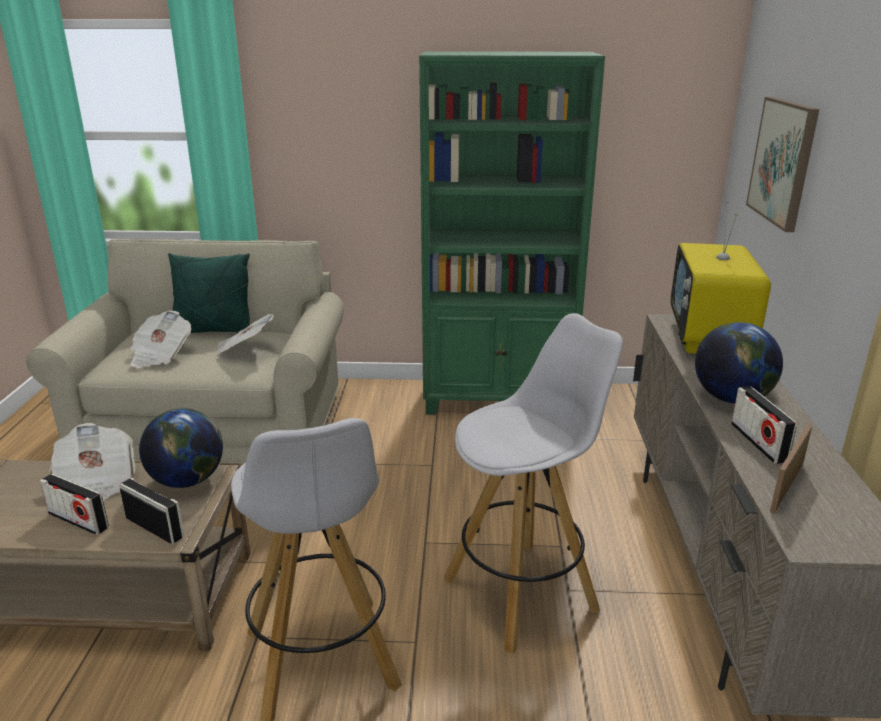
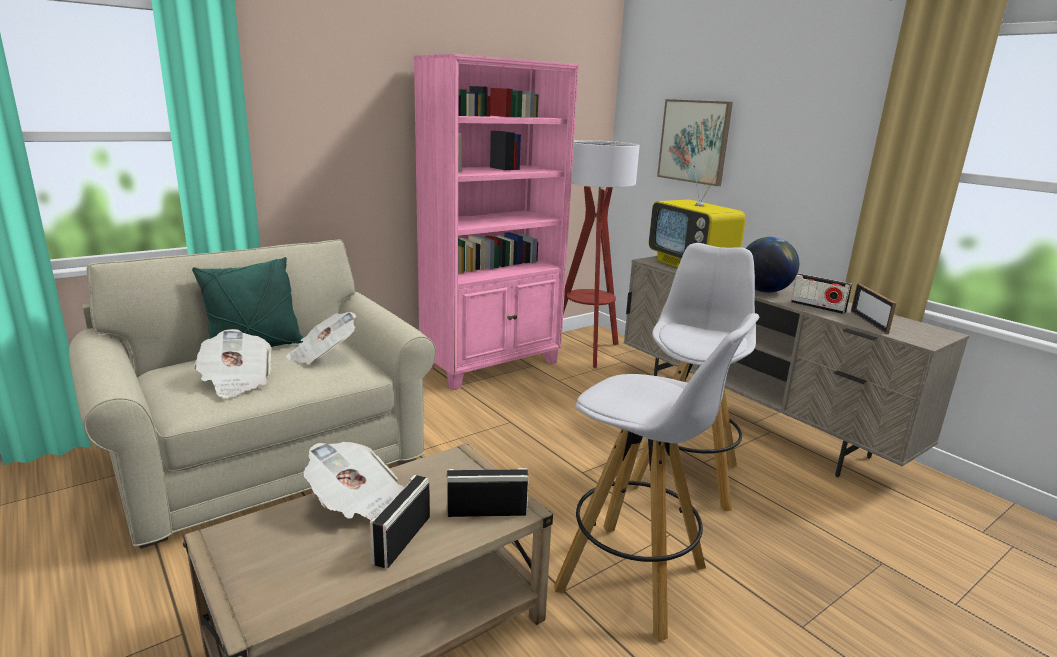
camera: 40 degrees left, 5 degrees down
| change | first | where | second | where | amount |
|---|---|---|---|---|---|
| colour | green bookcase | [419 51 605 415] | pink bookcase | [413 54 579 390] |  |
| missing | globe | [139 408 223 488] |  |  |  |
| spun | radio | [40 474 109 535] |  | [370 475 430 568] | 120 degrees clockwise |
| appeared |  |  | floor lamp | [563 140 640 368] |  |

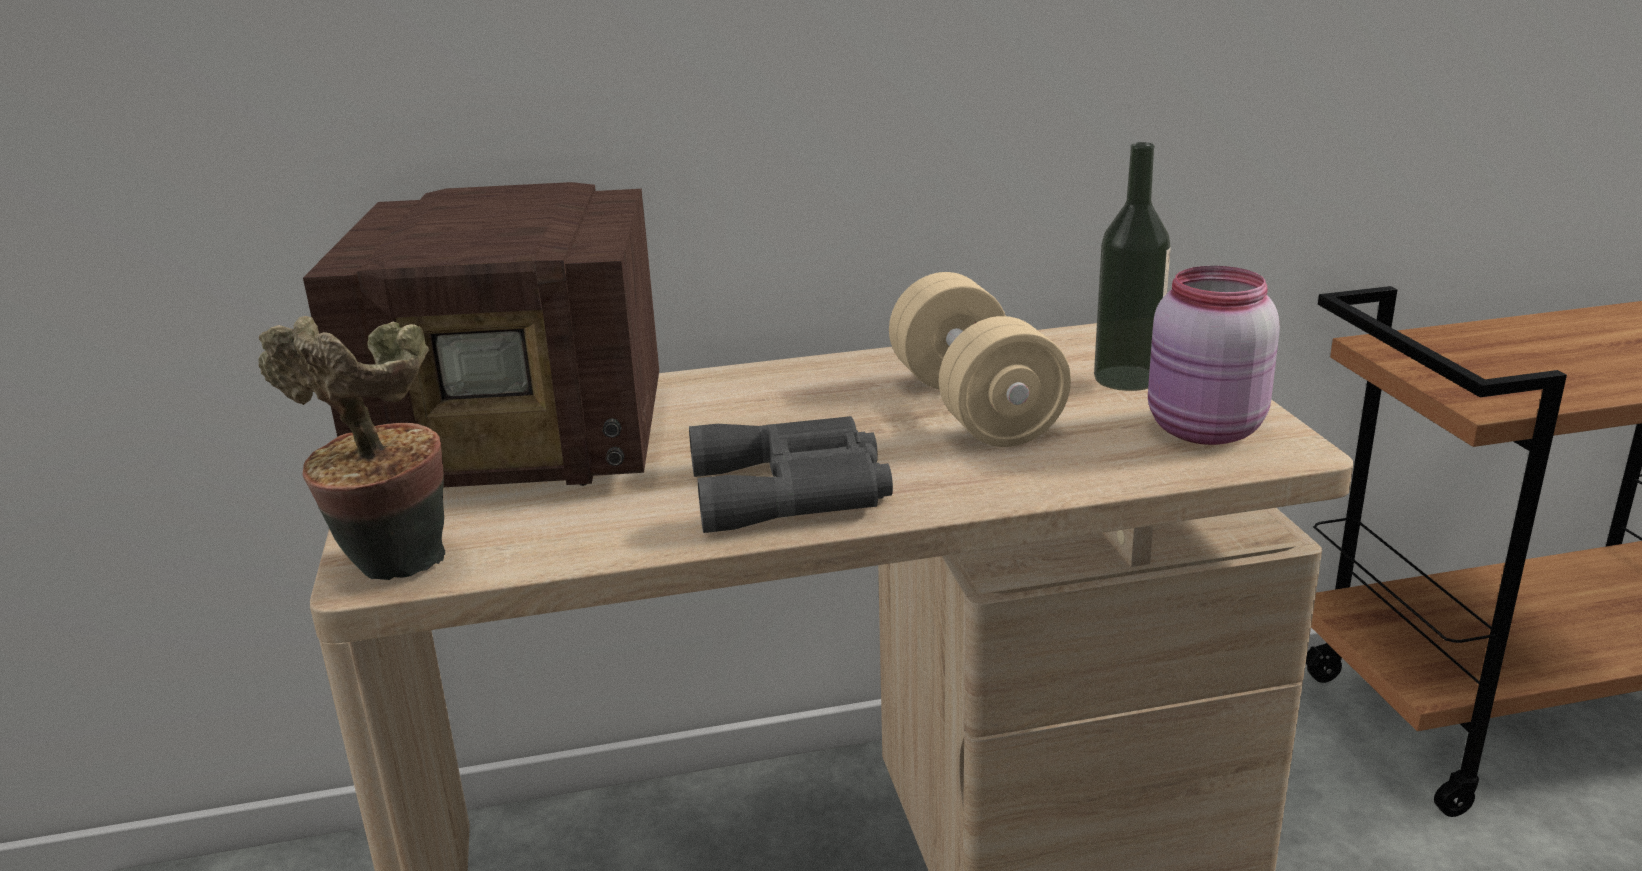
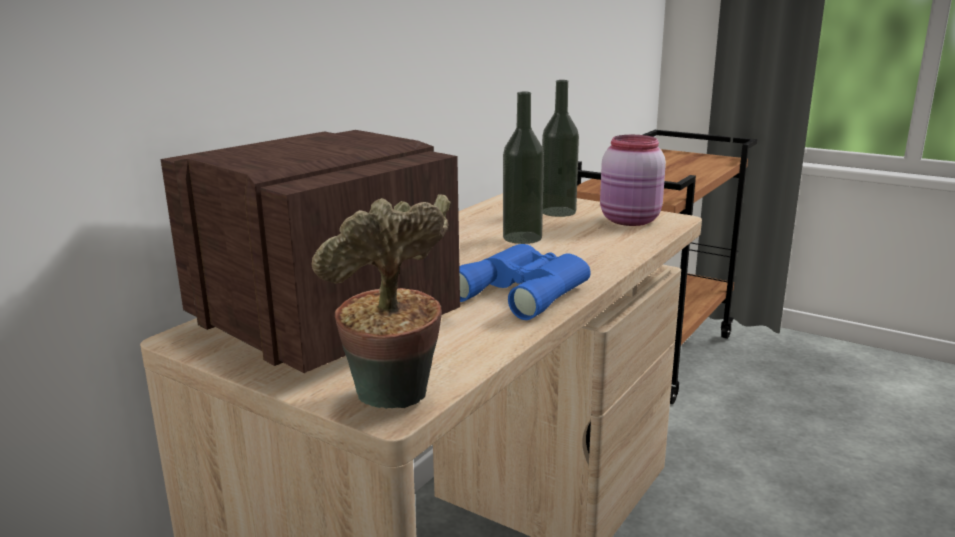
camera: 45 degrees left, 5 degrees down
| change | first | where | second | where | amount |
|---|---|---|---|---|---|
| spun | radio | [303 182 659 487] |  | [161 130 460 373] | 90 degrees counterclockwise |
| exchanged | beige dumbbell | [889 272 1071 447] | bottle | [503 92 544 244] |  |
| colour | grey binoculars | [689 416 893 533] | blue binoculars | [459 244 591 320] |  |

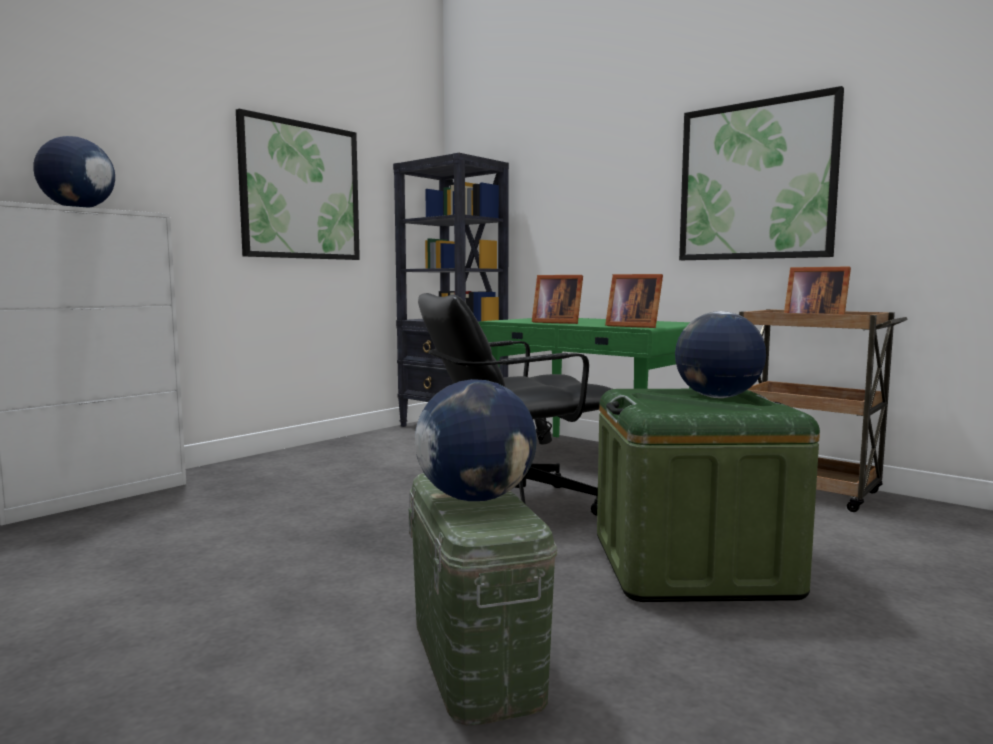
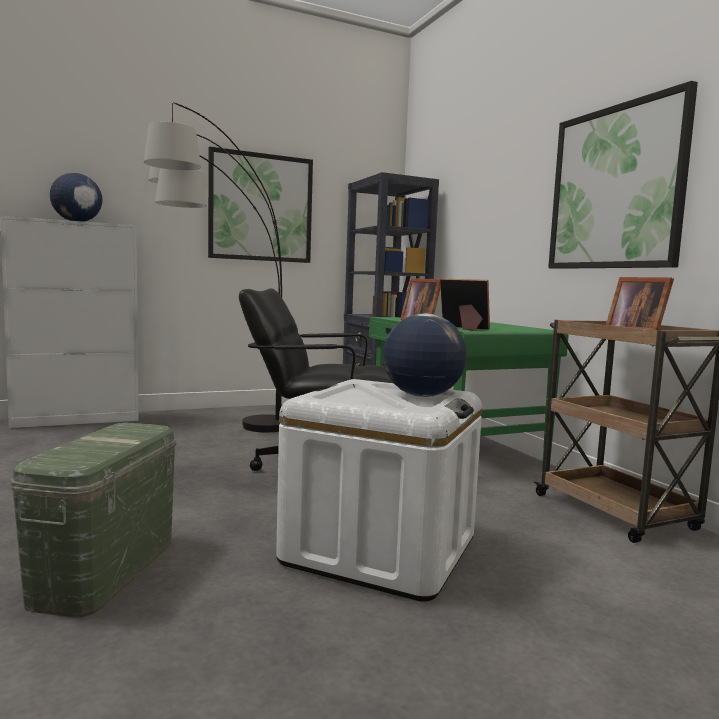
camera: 25 degrees right, 0 degrees up
| change | first | where | second | where | amount |
|---|---|---|---|---|---|
| spun | picture frame | [605 274 663 328] |  | [440 278 490 331] | 150 degrees clockwise |
| missing | globe | [415 379 537 501] |  |  |  |
| colour | green storage box | [597 389 820 602] | white storage box | [276 379 482 602] |  |
| appeared |  |  | floor lamp | [144 102 282 432] |  |

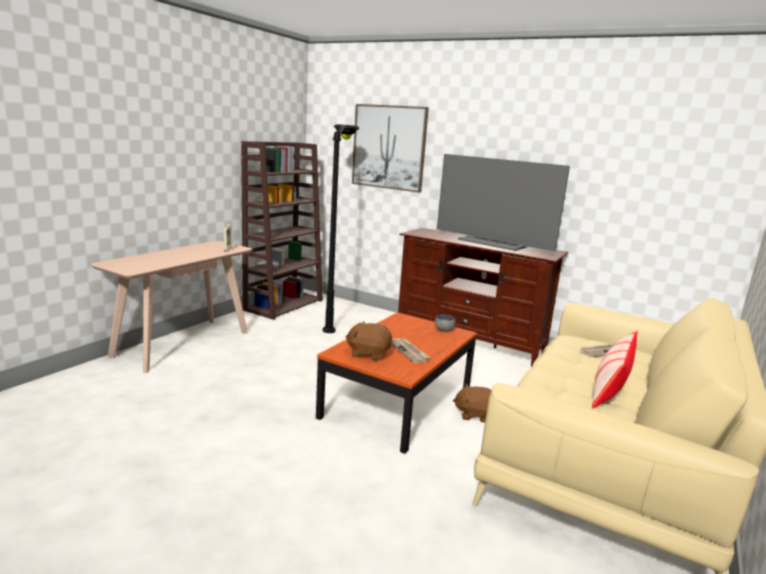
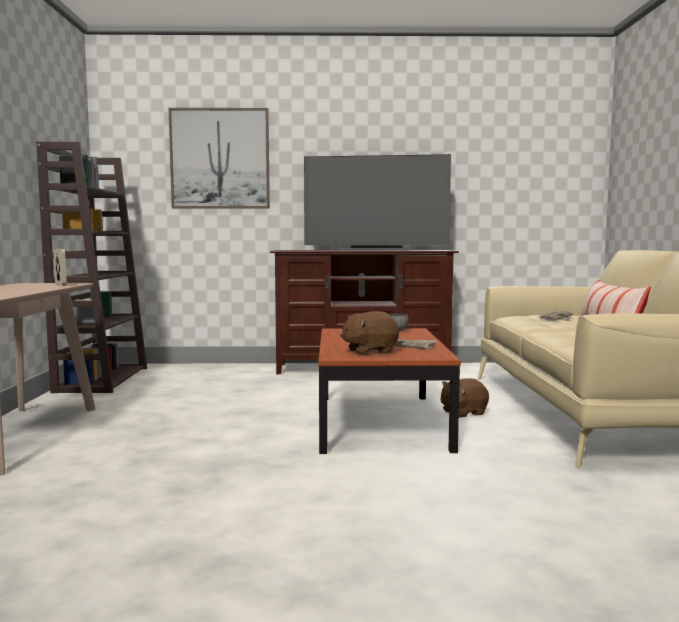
camera: 30 degrees left, 10 degrees down
| change | first | where | second | where | amount |
|---|---|---|---|---|---|
| missing | black floor lamp | [323 124 360 333] |  |  |  |

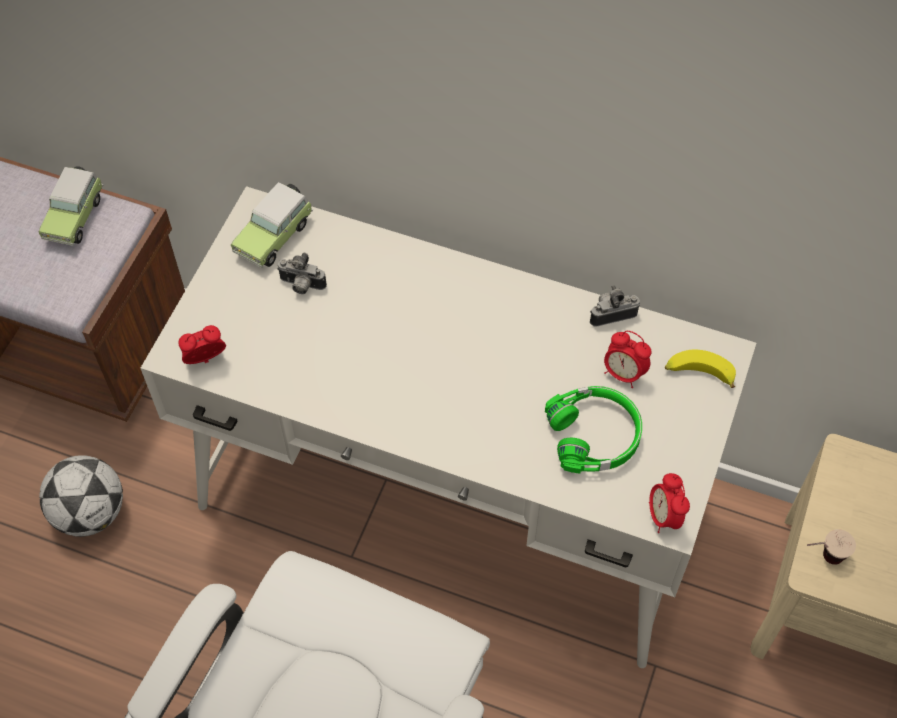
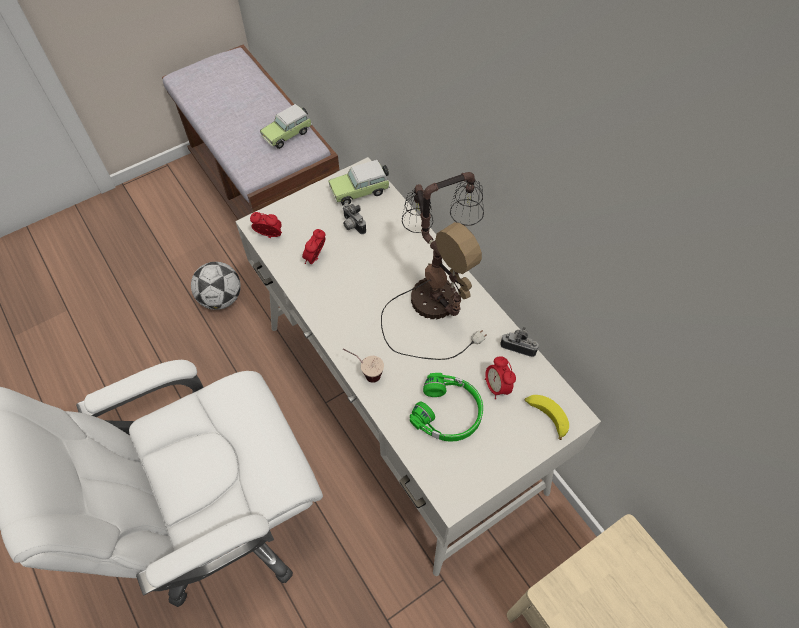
camera: 35 degrees right, 0 degrees up
| change | first | where | second | where | amount |
|---|---|---|---|---|---|
| relocated | alarm clock | [649 473 690 533] |  | [302 229 326 264] |  |
| relocated | cup | [807 529 856 565] |  | [343 349 384 383] |  |
| appeared |  |  | table lamp | [381 172 487 360] |  |

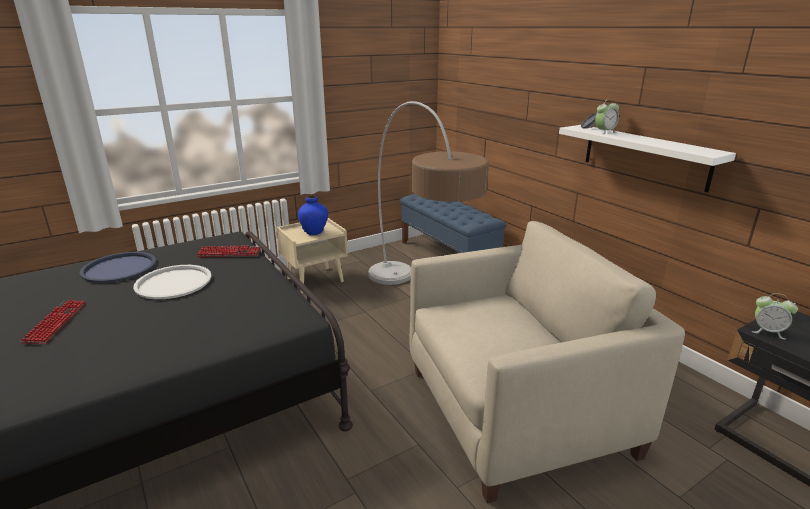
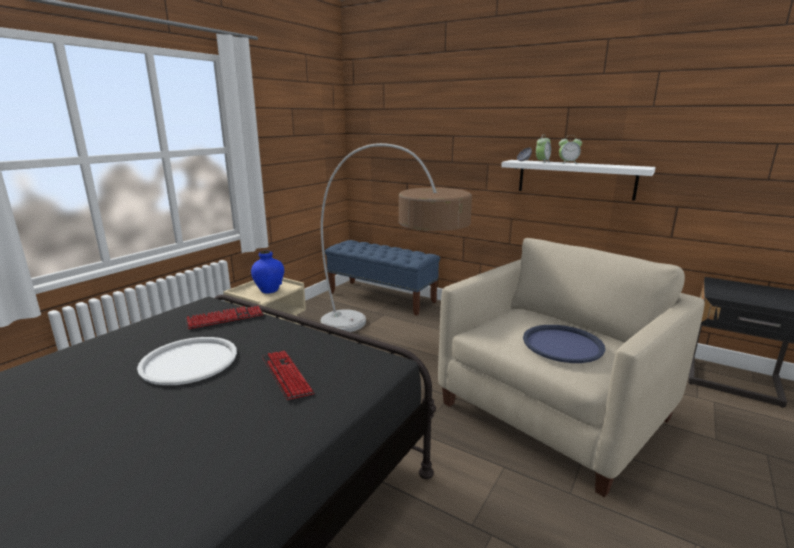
camera: 25 degrees left, 5 degrees down
| change | first | where | second | where | amount |
|---|---|---|---|---|---|
| relocated | blue tray | [80 252 156 283] |  | [523 325 605 363] |  |
| relocated | alarm clock | [752 293 798 340] |  | [559 137 582 164] |  |
| relocated | keyboard | [20 300 87 344] |  | [262 351 314 400] |  |

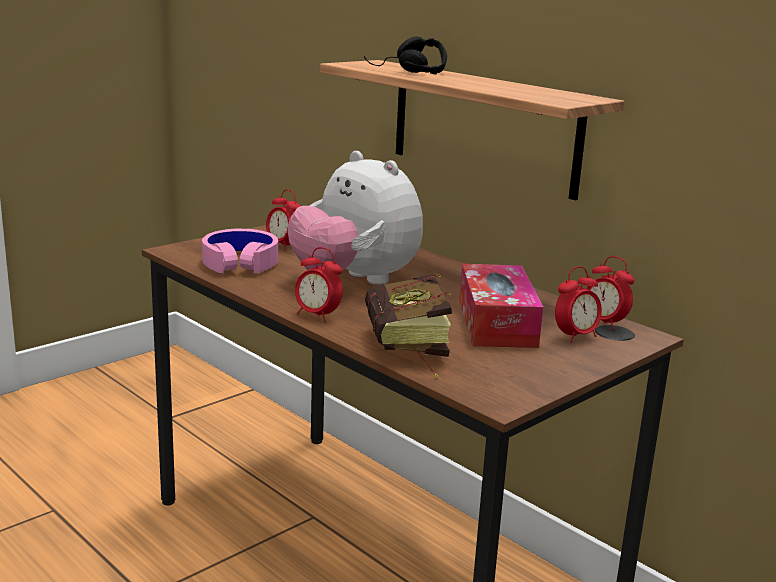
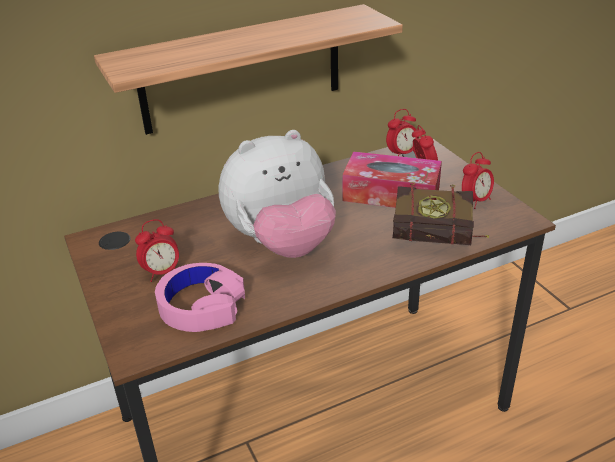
camera: 70 degrees left, 15 degrees up
| change | first | where | second | where | amount |
|---|---|---|---|---|---|
| missing | black headphones | [364 36 447 75] |  |  |  |
| relocated | alarm clock | [295 247 343 322] |  | [462 152 494 209] |  |

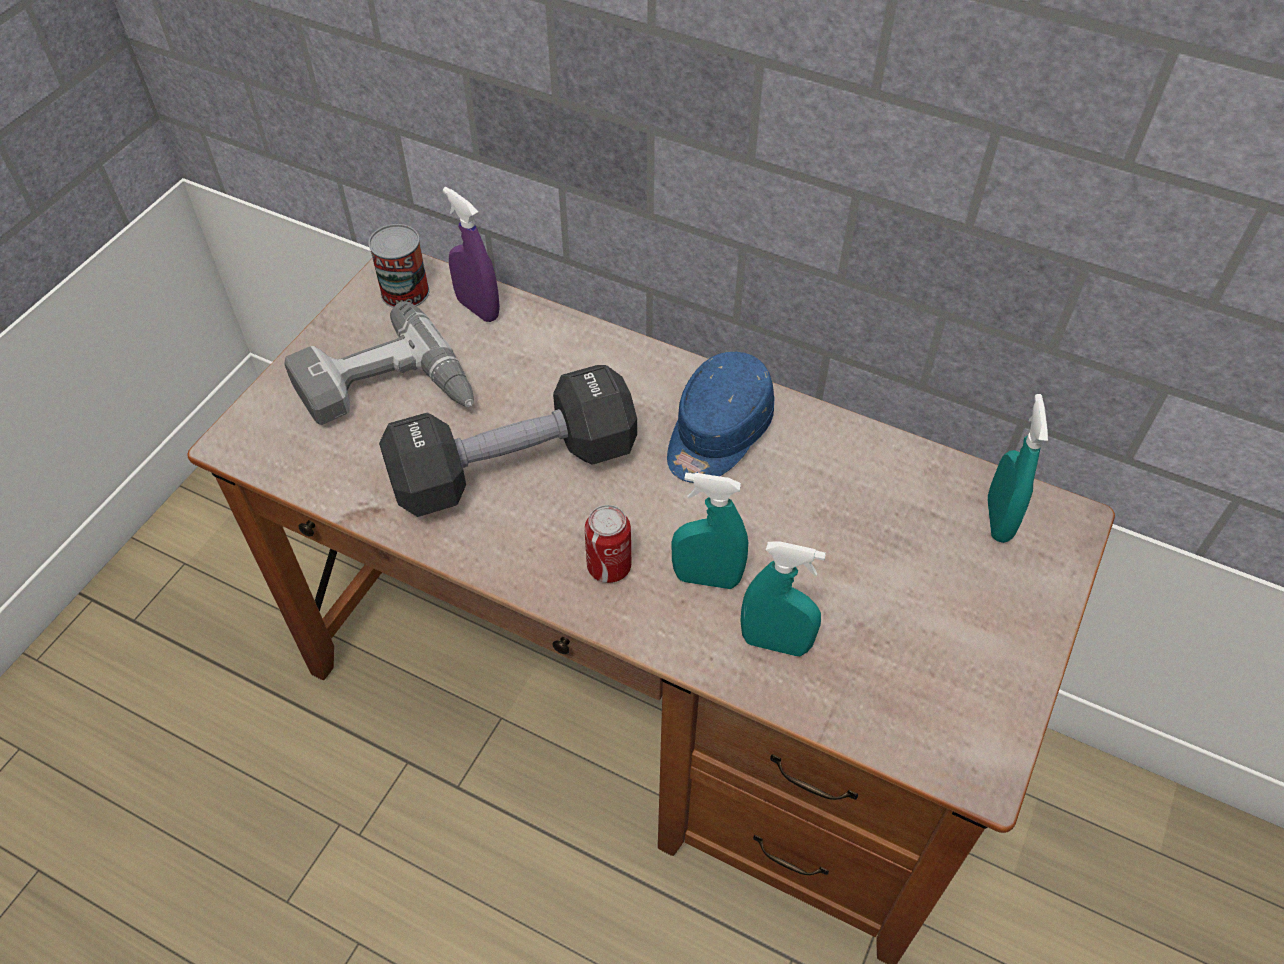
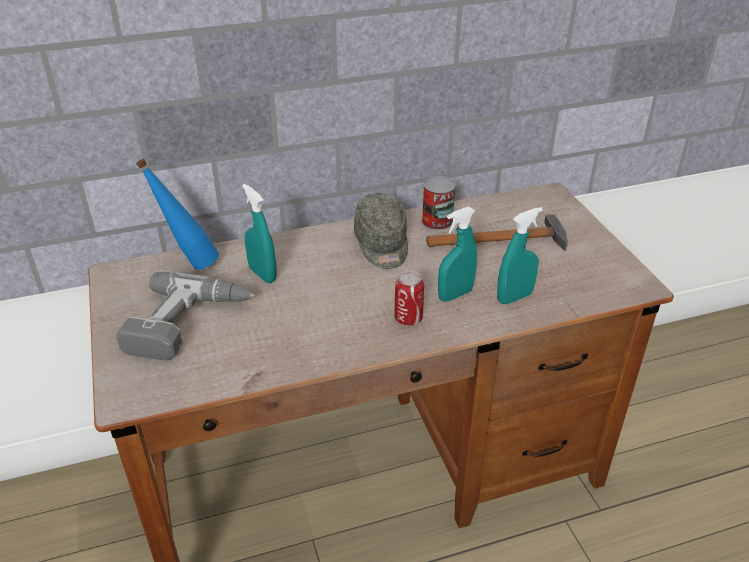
camera: 45 degrees left, 15 degrees down
| change | first | where | second | where | amount |
|---|---|---|---|---|---|
| exchanged | purple spray bottle | [443 187 500 322] | blue bottle | [136 159 219 270] |  |
| relocated | can | [368 224 430 308] |  | [422 176 456 230] |  |
| colour | blue cap | [667 352 774 483] | grey cap | [354 193 408 269] |  |
| missing | black dumbbell | [379 365 637 517] |  |  |  |
| relocated | turquoise spray bottle | [988 394 1048 543] |  | [242 184 277 283] |  |
| appeared |  |  | hammer | [426 214 568 251] |  |

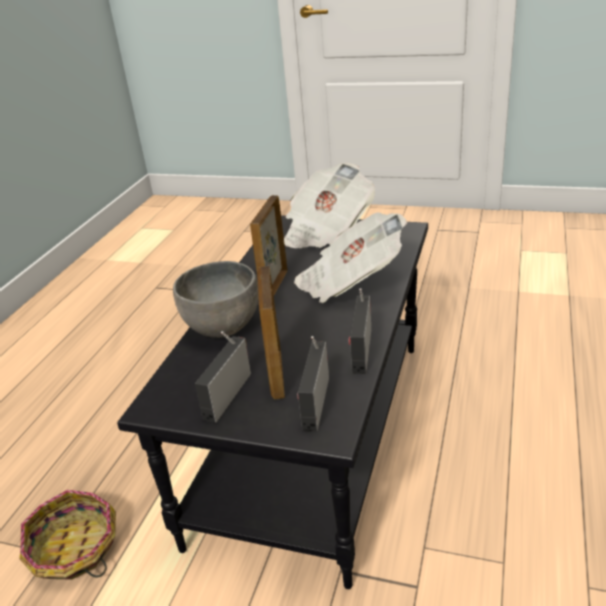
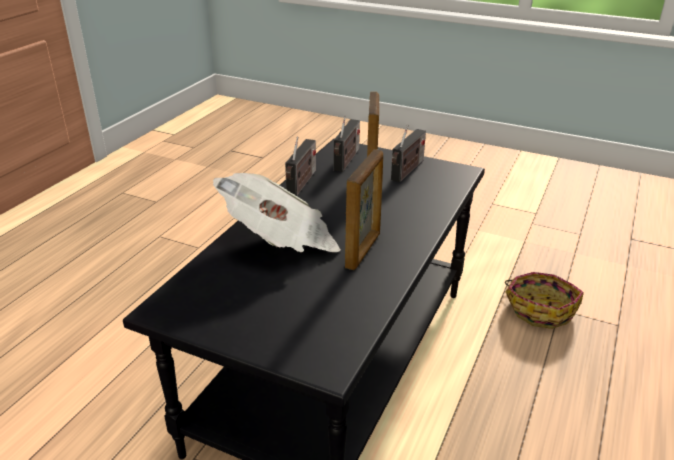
camera: 175 degrees left, 0 degrees up
| change | first | where | second | where | amount |
|---|---|---|---|---|---|
| missing | newspaper | [284 163 375 248] |  |  |  |
| missing | grey bowl | [173 261 258 338] |  |  |  |

